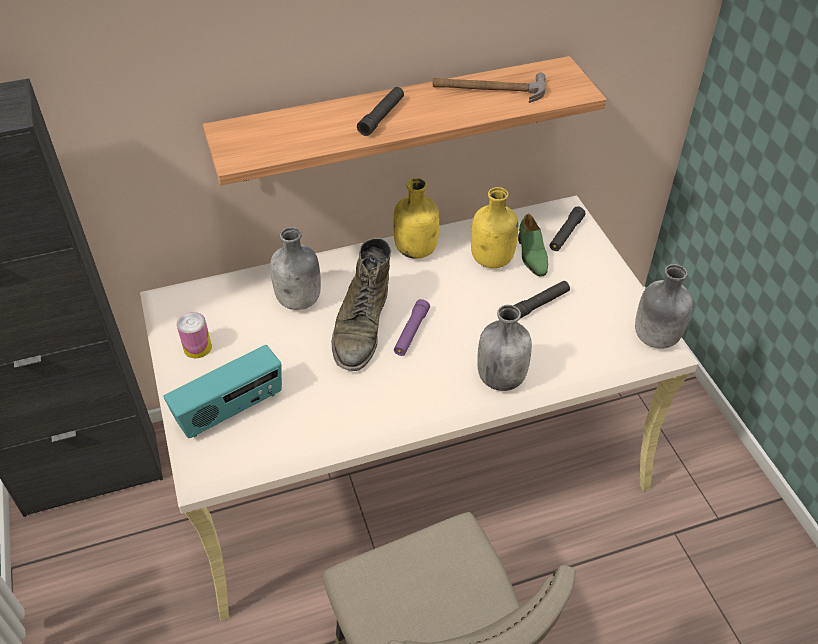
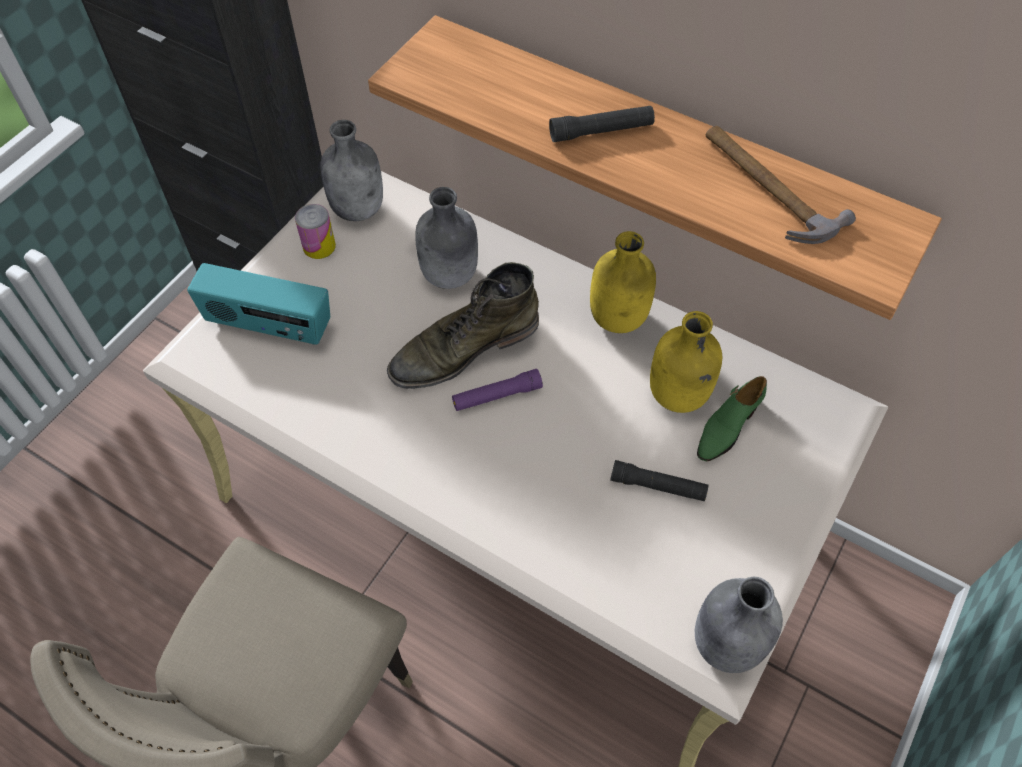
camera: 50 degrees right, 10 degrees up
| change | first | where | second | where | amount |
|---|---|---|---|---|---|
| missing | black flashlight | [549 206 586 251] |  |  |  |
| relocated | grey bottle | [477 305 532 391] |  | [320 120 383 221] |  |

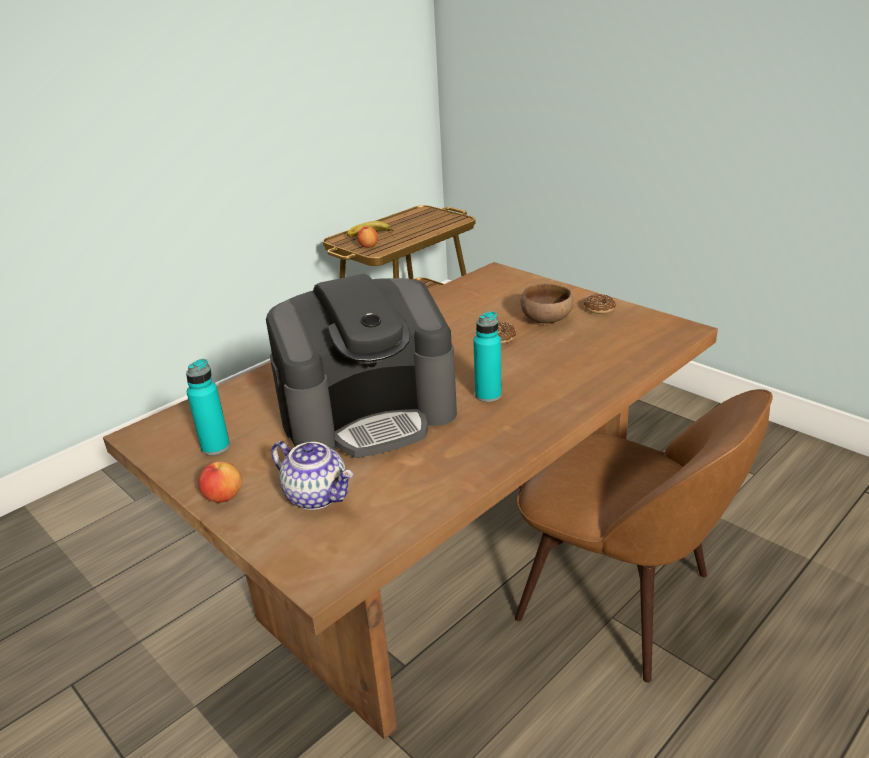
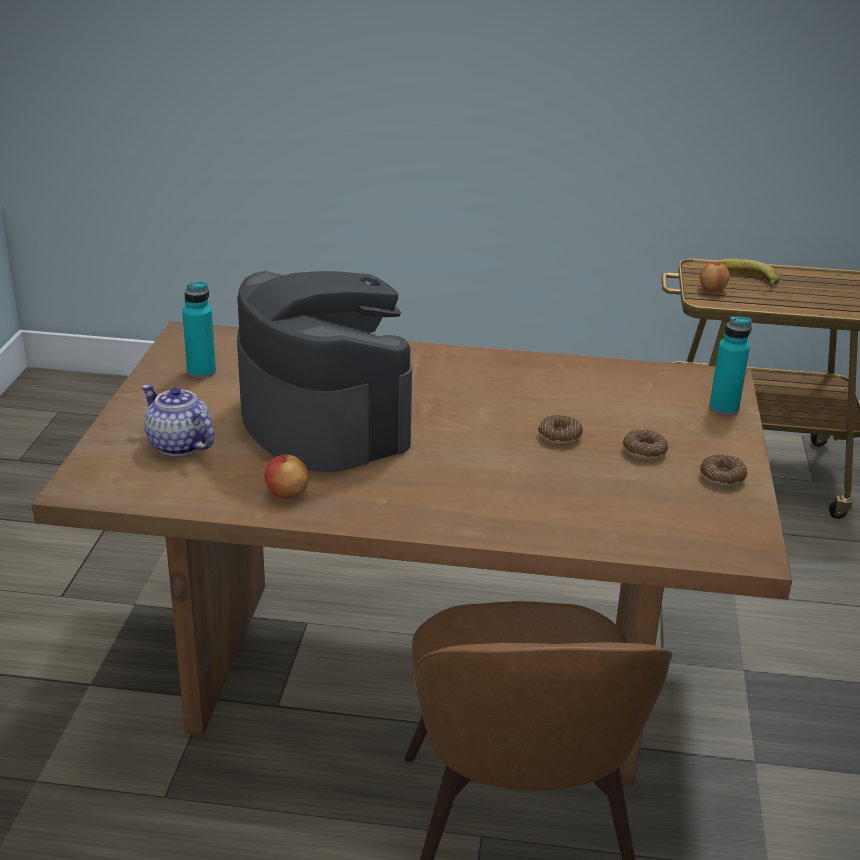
camera: 50 degrees right, 0 degrees up
| change | first | where | second | where | amount |
|---|---|---|---|---|---|
| spun | coffee machine | [266 274 457 458] |  | [237 271 412 472] | 150 degrees counterclockwise |
| exchanged | brown bowl | [521 283 573 323] | donut | [623 429 668 460] |  |
| relocated | turquoise bottle | [473 311 502 402] |  | [709 316 752 415] |  |
| spun | teapot | [271 441 353 510] |  | [142 385 214 456] | 135 degrees clockwise |
| relocated | apple | [198 461 242 502] |  | [265 455 309 499] |  |

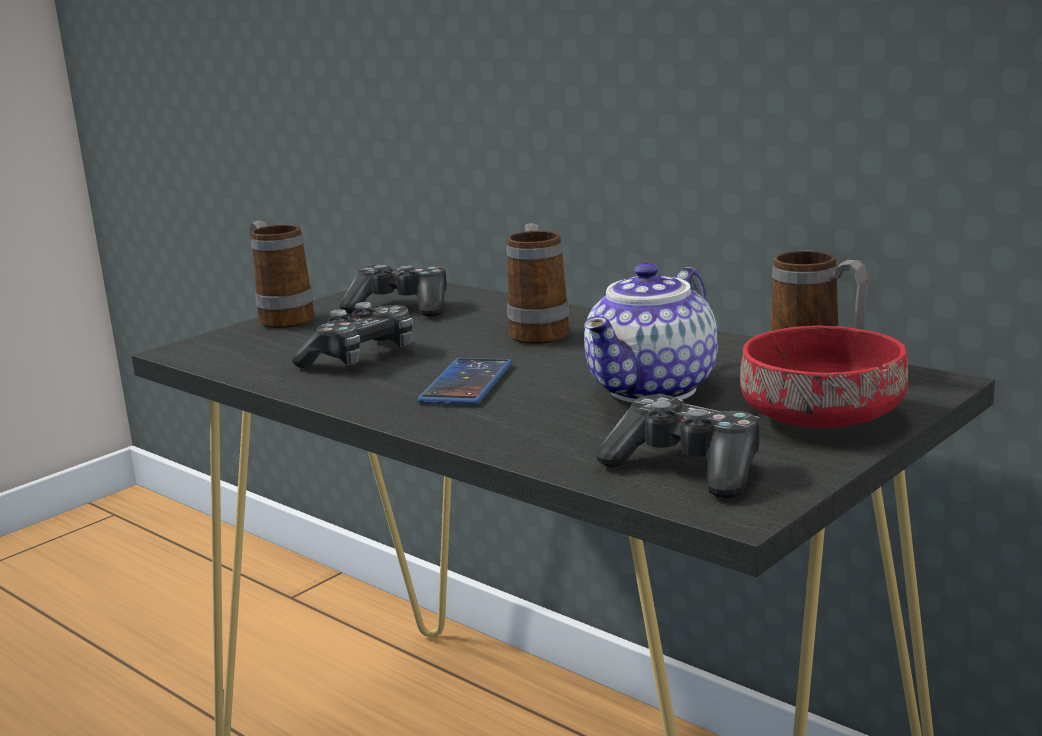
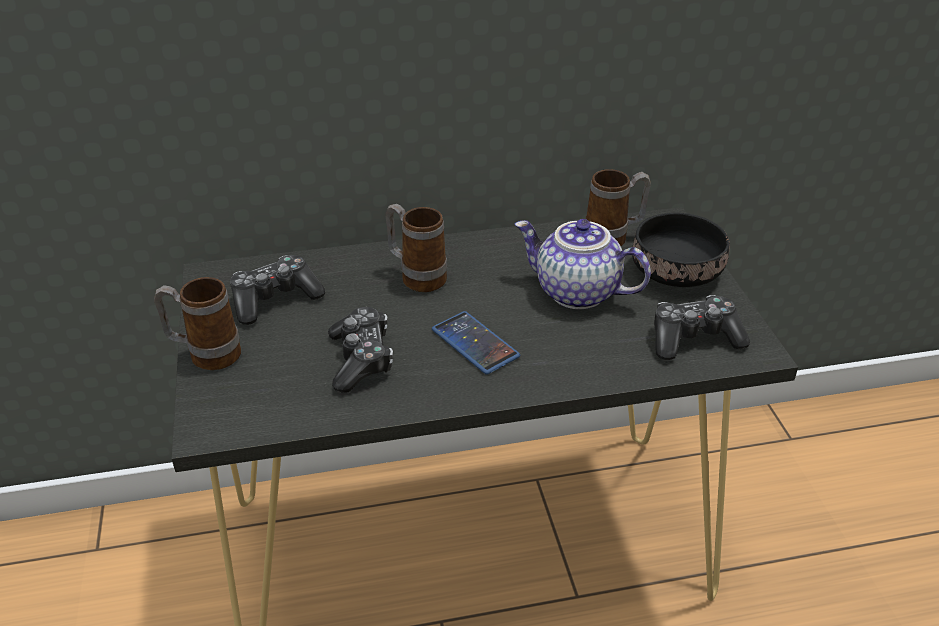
camera: 55 degrees left, 20 degrees up
| change | first | where | second | where | amount |
|---|---|---|---|---|---|
| spun | teapot | [584 263 718 403] |  | [515 219 651 309] | 135 degrees clockwise |
| colour | red bowl | [740 326 908 428] | black bowl | [632 213 730 287] |  |

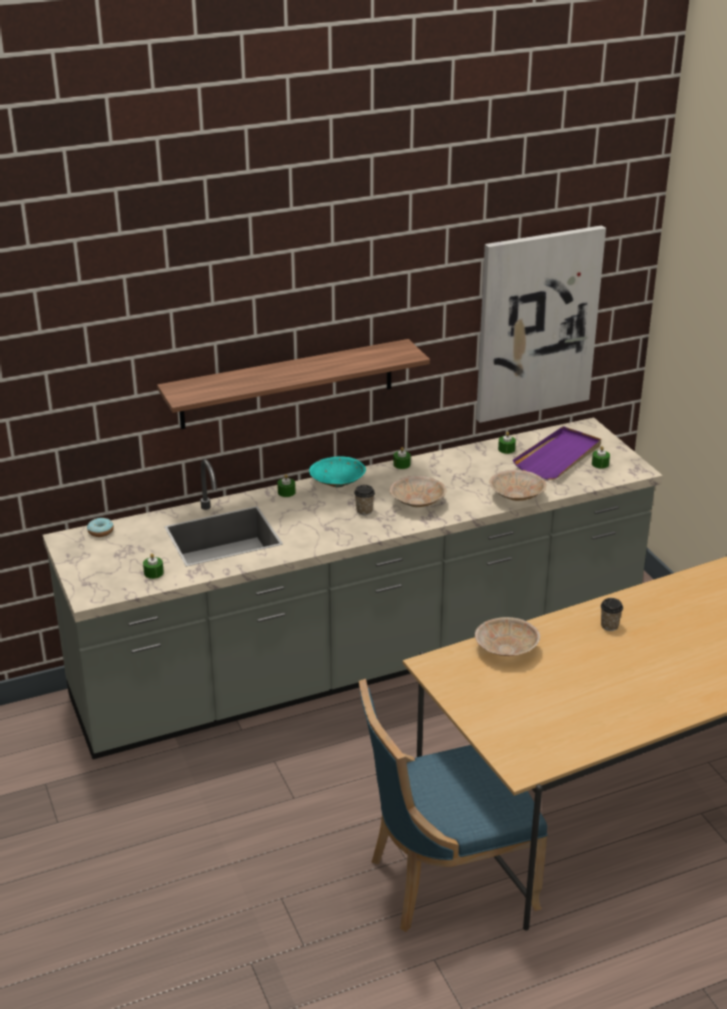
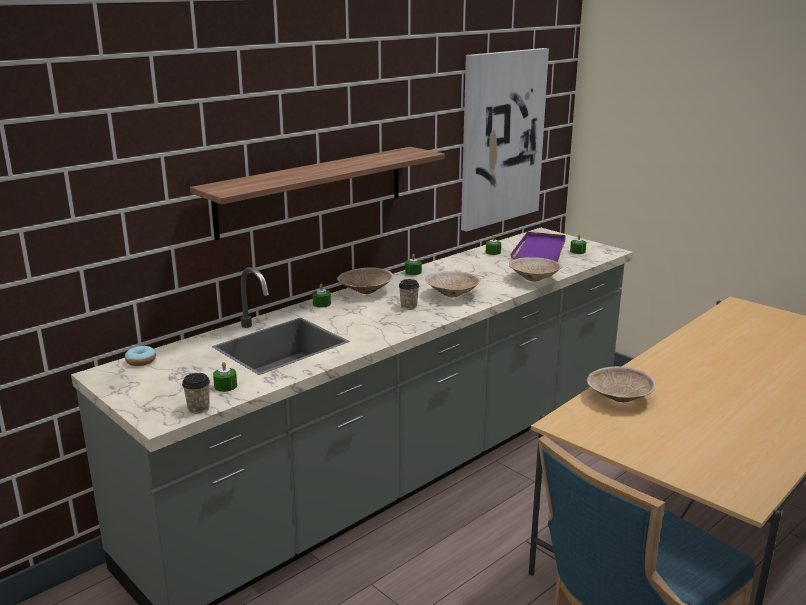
camera: 20 degrees left, 10 degrees down
| change | first | where | second | where | amount |
|---|---|---|---|---|---|
| colour | turquoise bowl | [309 457 366 487] | beige bowl | [337 267 393 294] |  |
| relocated | cup | [601 598 623 631] |  | [182 373 210 413] |  |

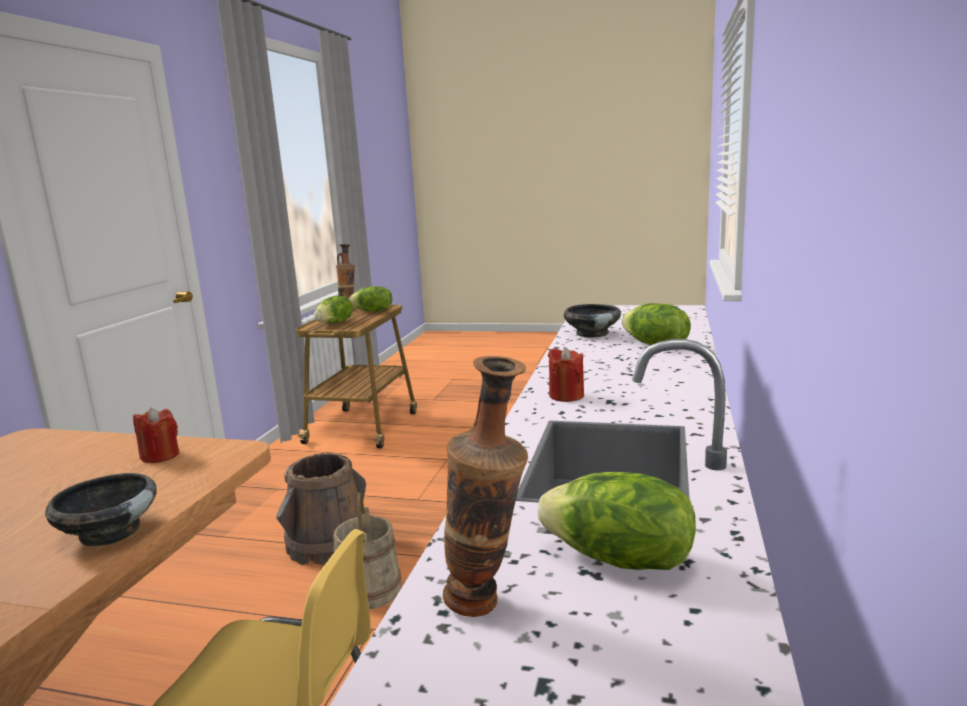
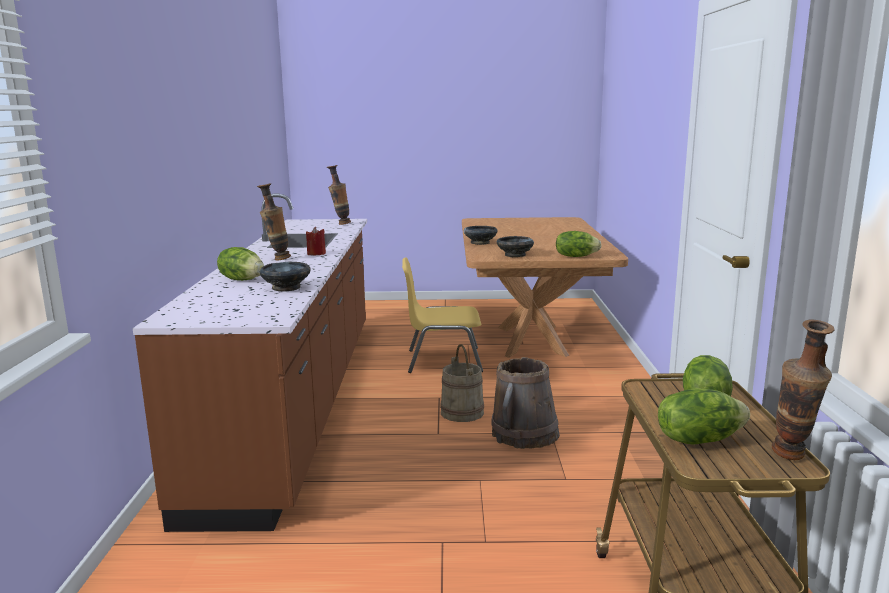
camera: 165 degrees right, 0 degrees up
| change | first | where | second | where | amount |
|---|---|---|---|---|---|
| exchanged | red candle | [133 408 179 463] | black bowl | [497 236 534 257] |  |
| relocated | lettuce | [538 472 696 570] |  | [556 231 601 257] |  |
| appeared |  |  | vase | [257 183 291 260] |  |

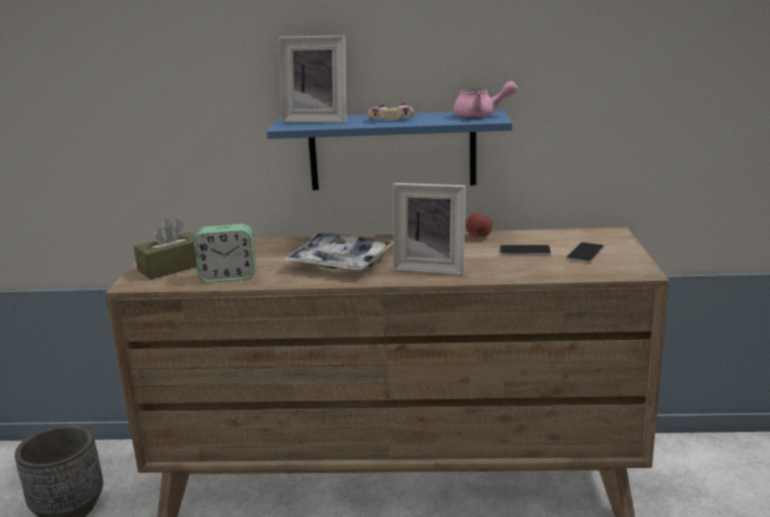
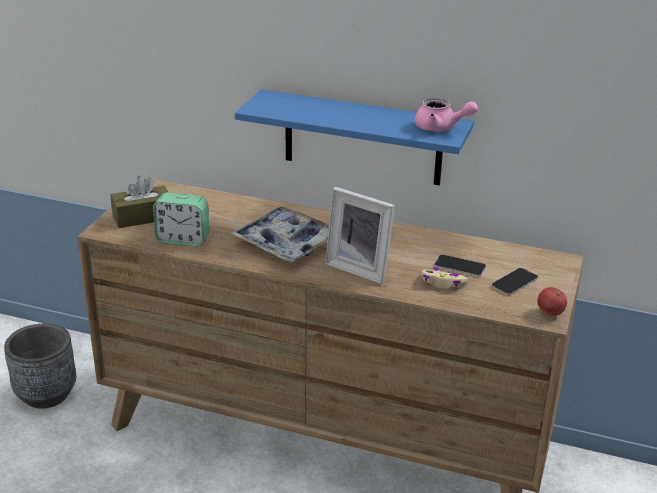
camera: 15 degrees right, 10 degrees up
| change | first | where | second | where | amount |
|---|---|---|---|---|---|
| missing | picture frame | [279 35 346 123] |  |  |  |
| relocated | beige game controller | [368 103 414 120] |  | [421 267 468 288] |  |
| relocated | apple | [466 213 493 237] |  | [538 287 567 316] |  |

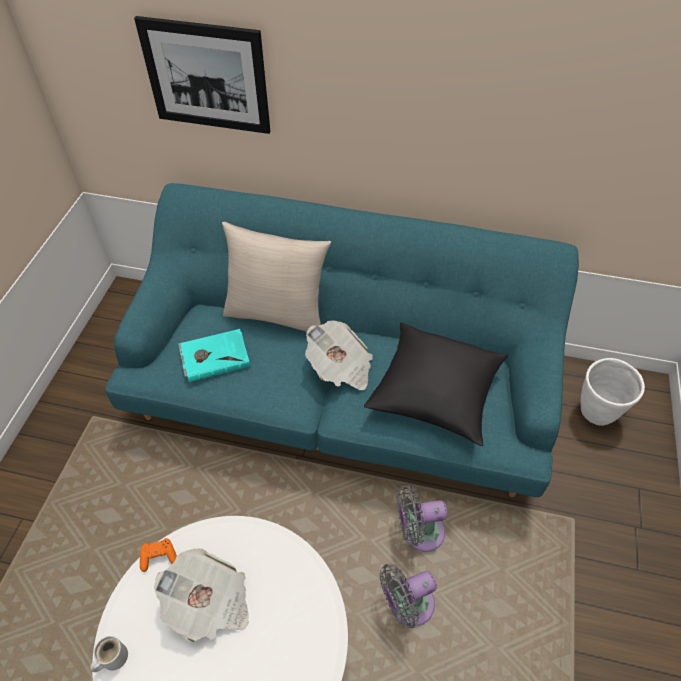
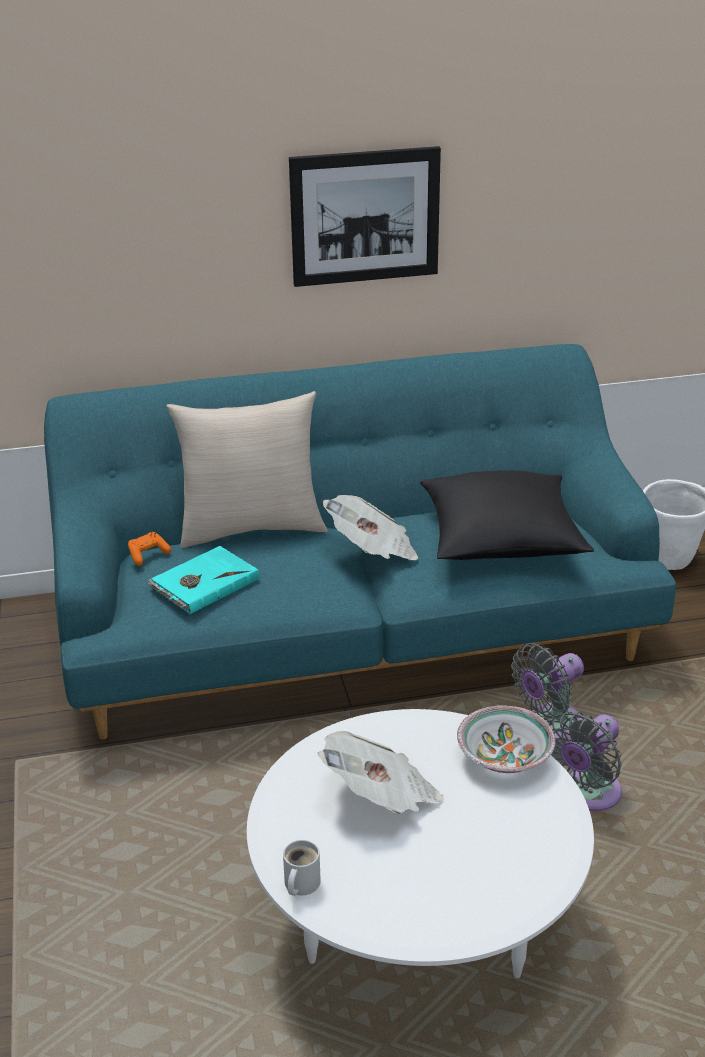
camera: 25 degrees left, 20 degrees down
| change | first | where | second | where | amount |
|---|---|---|---|---|---|
| relocated | picture | [134 16 270 134] |  | [289 146 441 287] |  |
| relocated | orange game controller | [140 538 177 572] |  | [128 532 171 566] |  |
| appeared |  |  | bowl | [457 705 556 773] |  |

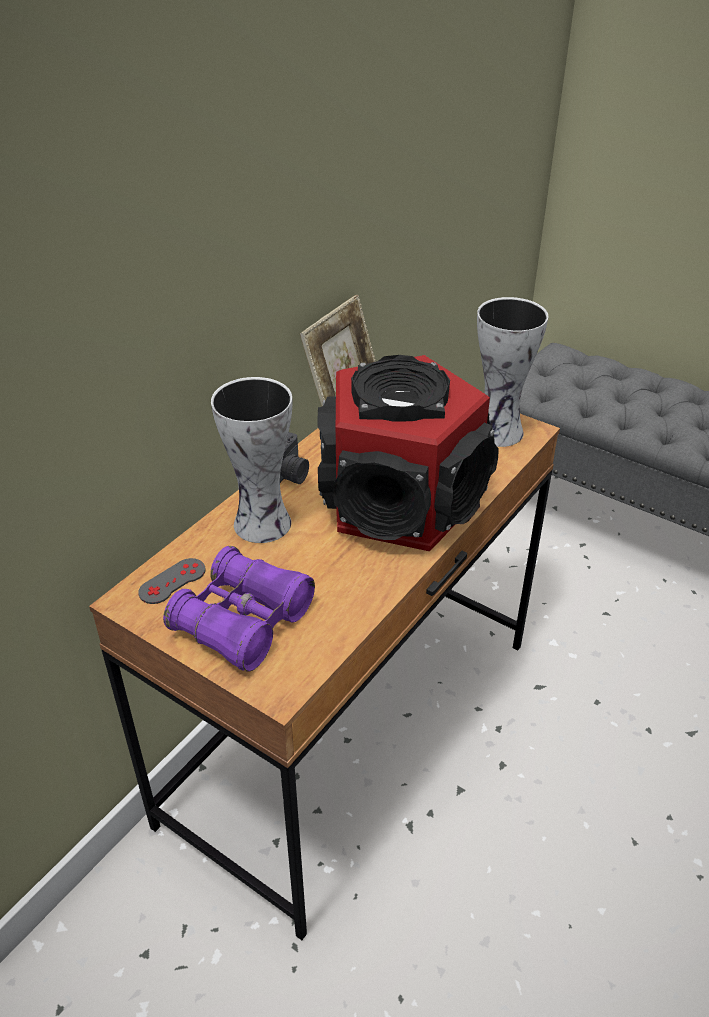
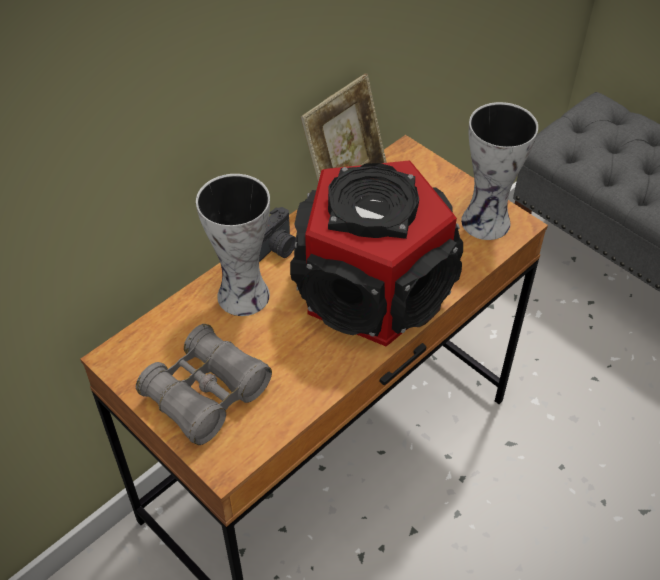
camera: 10 degrees right, 10 degrees up
| change | first | where | second | where | amount |
|---|---|---|---|---|---|
| colour | purple binoculars | [163 546 315 672] | grey binoculars | [136 324 272 445] |  |
| missing | grey game controller | [138 558 206 604] |  |  |  |

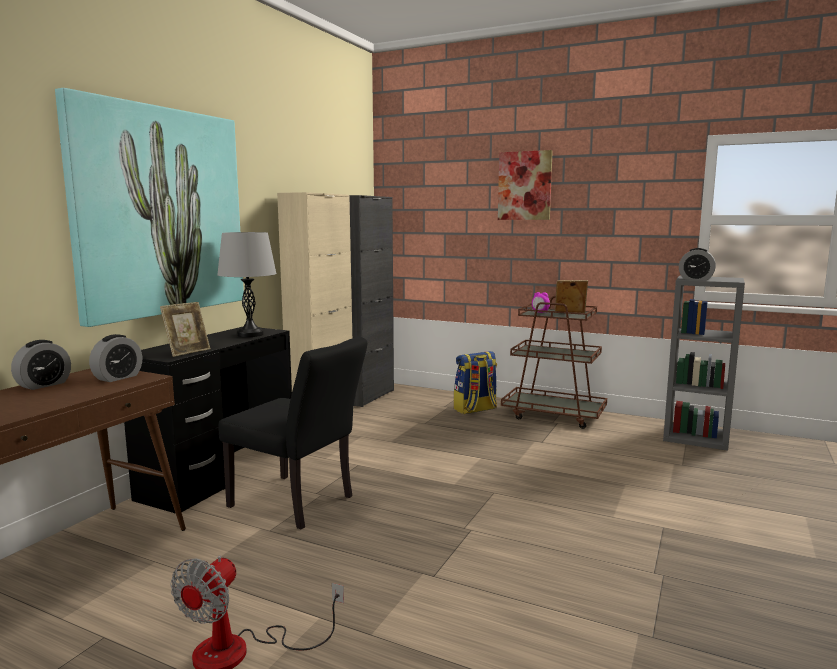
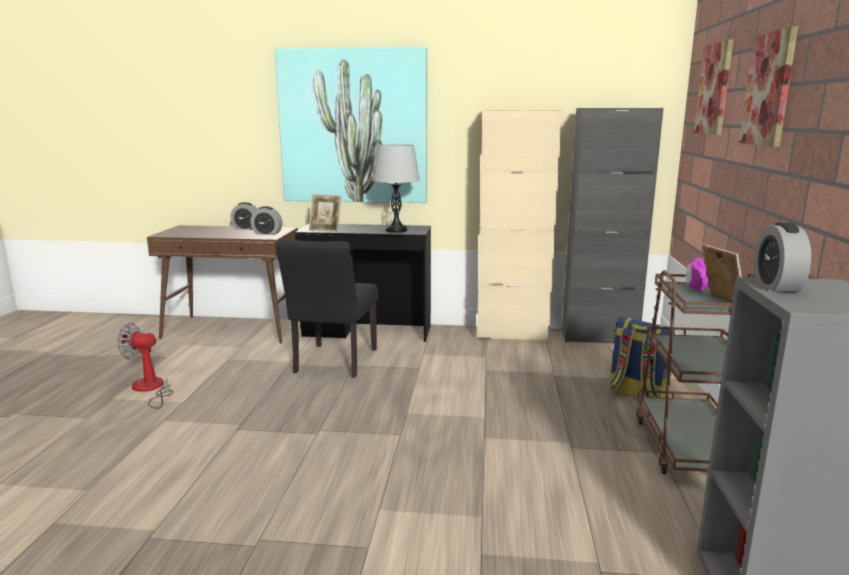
camera: 70 degrees right, 5 degrees up
| change | first | where | second | where | amount |
|---|---|---|---|---|---|
| appeared |  |  | picture | [694 39 733 135] |  |

